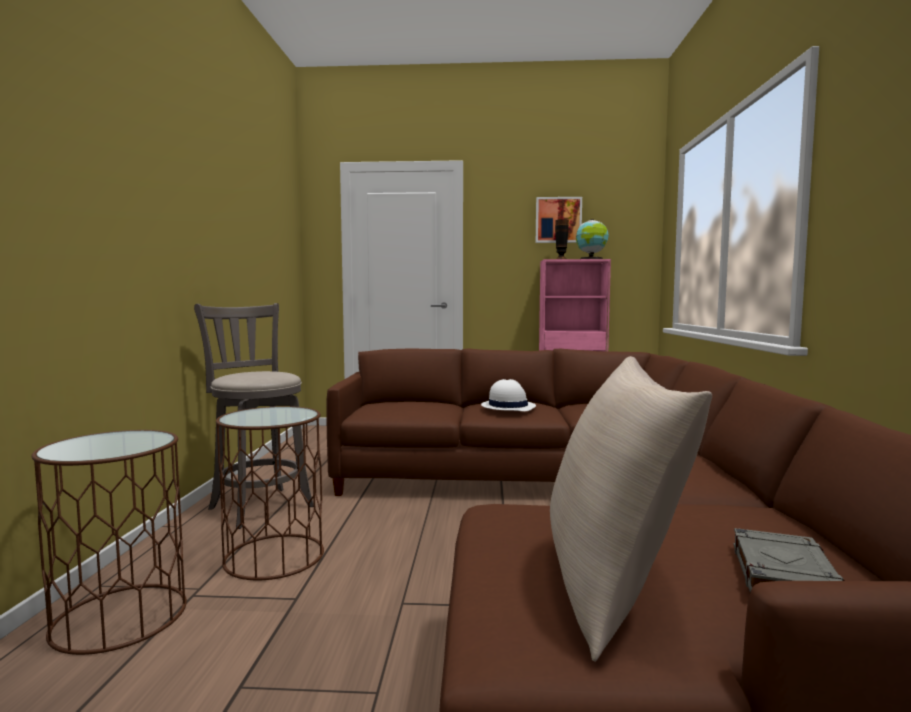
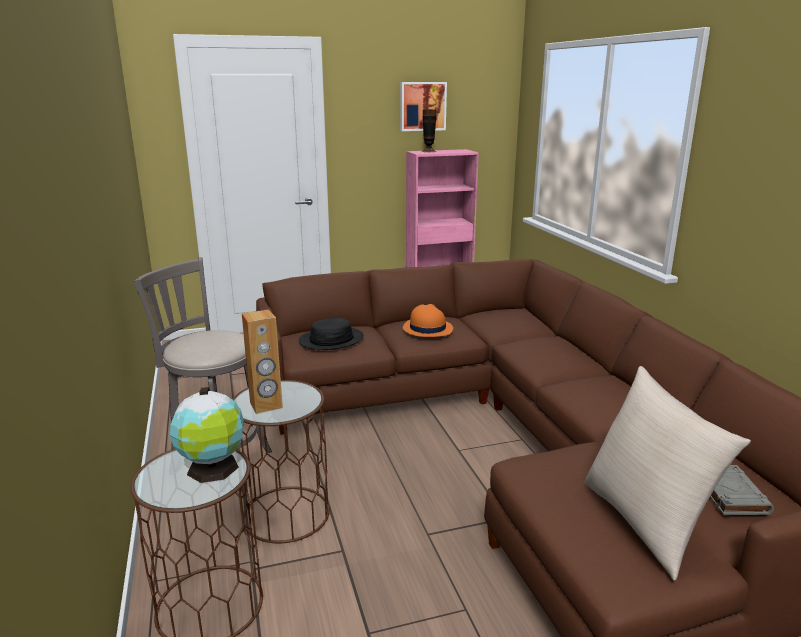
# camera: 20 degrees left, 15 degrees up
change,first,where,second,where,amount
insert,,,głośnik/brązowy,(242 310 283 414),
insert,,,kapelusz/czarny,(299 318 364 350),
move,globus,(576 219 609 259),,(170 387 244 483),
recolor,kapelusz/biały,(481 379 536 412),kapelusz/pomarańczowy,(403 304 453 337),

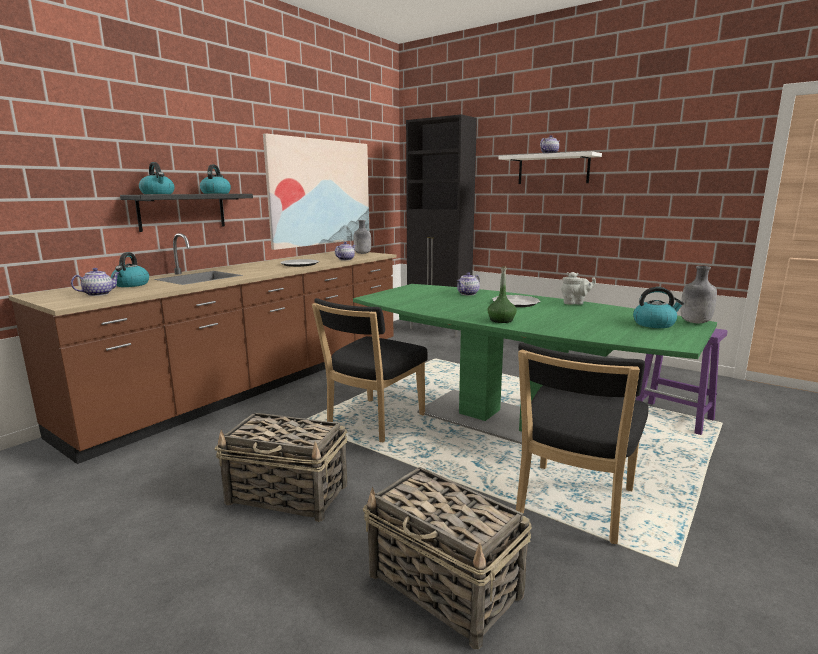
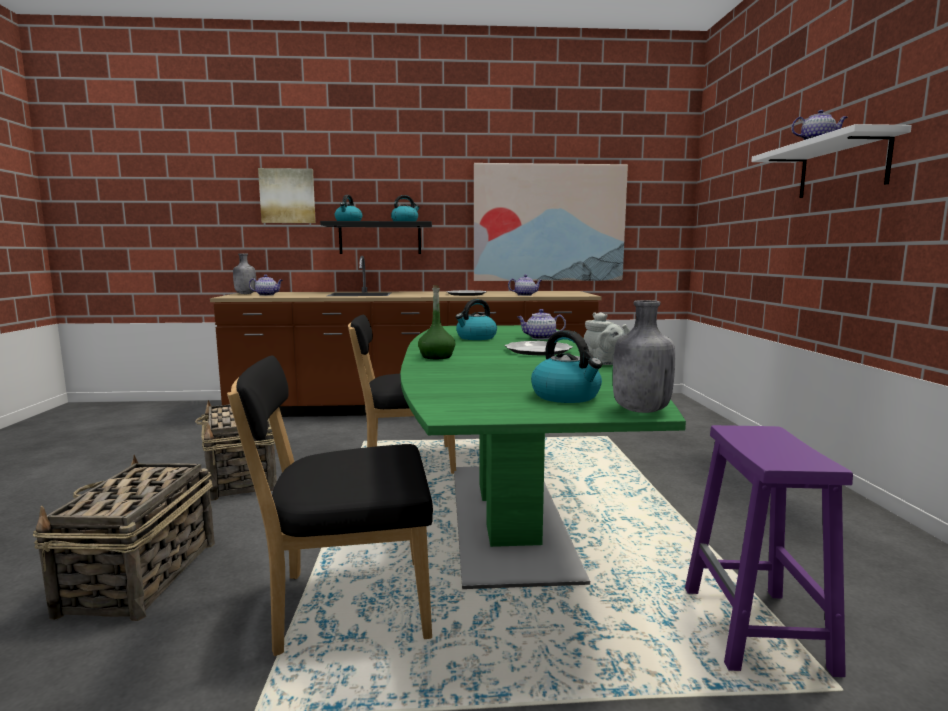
# camera: 50 degrees right, 5 degrees down
change,first,where,second,where,amount
delete,szafka/czarny,(406 114 477 337),,,
insert,,,obraz,(258 168 316 223),
move,czajnik,(111 252 149 287),,(456 299 497 340),
move,butelka/szary,(354 220 371 254),,(233 253 256 294),

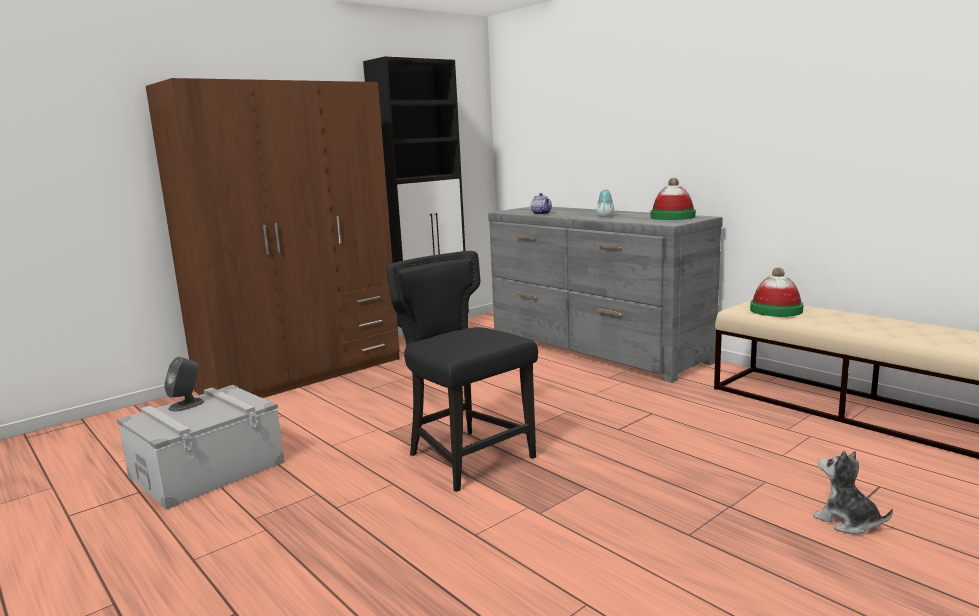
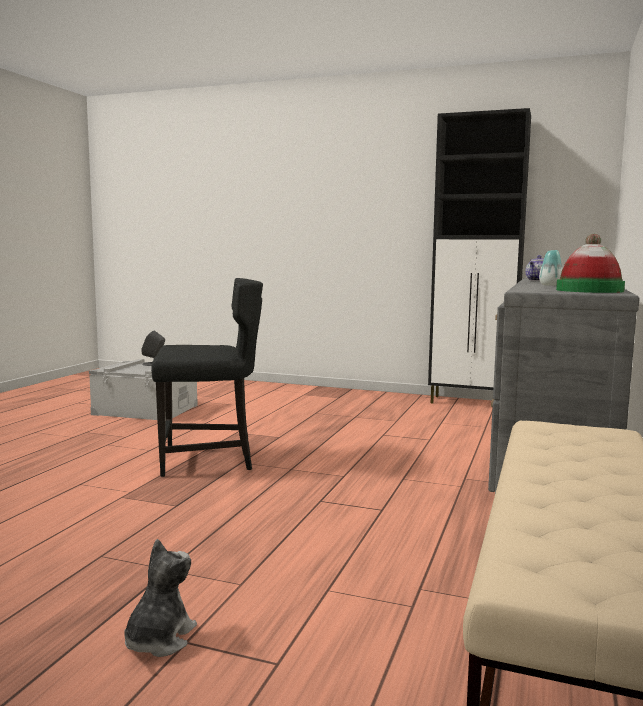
# camera: 60 degrees right, 5 degrees down
change,first,where,second,where,amount
delete,szafa/brązowy,(146 78 400 398),,,
delete,kapelusz,(750 267 804 317),,,
rotate,krzesło/czarny,(386 251 538 492),,(151 278 263 477),60 degrees clockwise

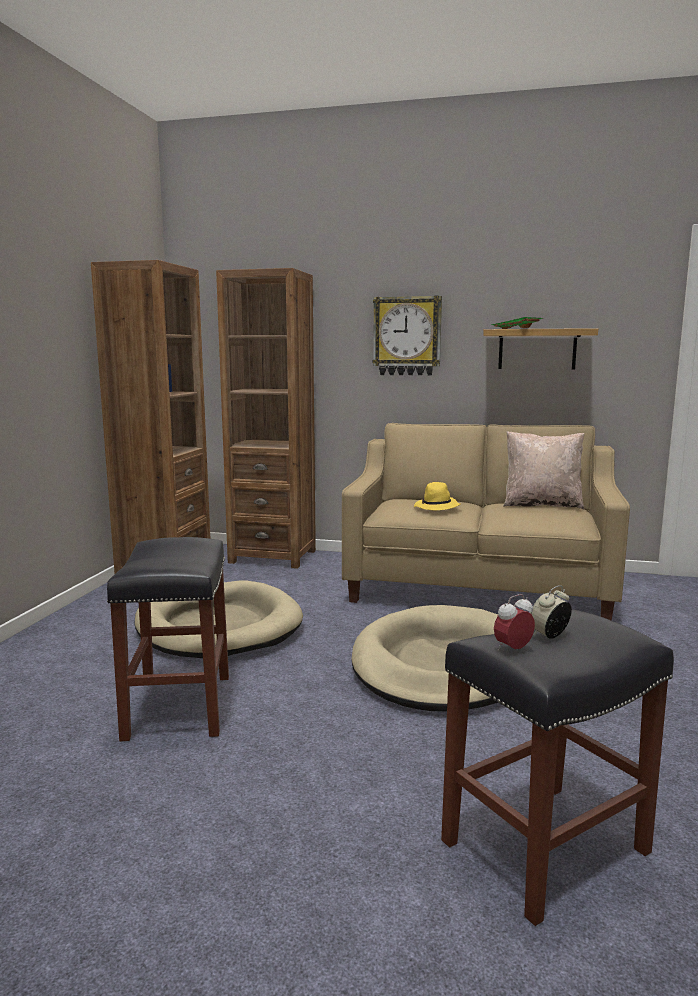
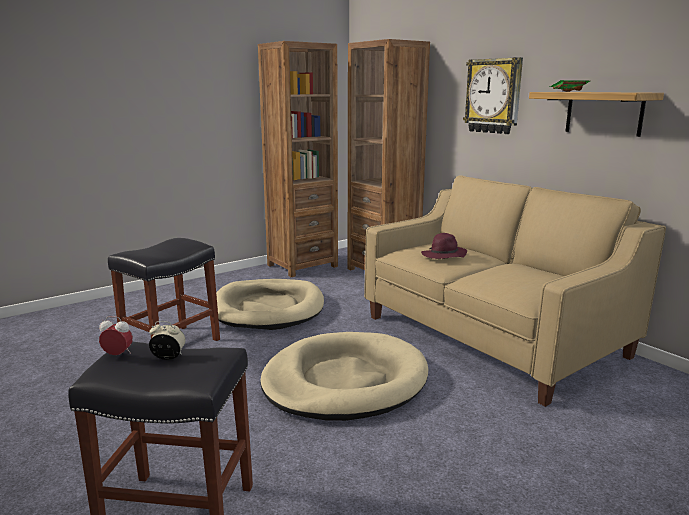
# camera: 40 degrees right, 5 degrees up
change,first,where,second,where,amount
delete,poduszka/beżowy,(503 431 584 509),,,
recolor,kapelusz/żółty,(414 482 460 510),kapelusz/fioletowy,(421 233 467 259),

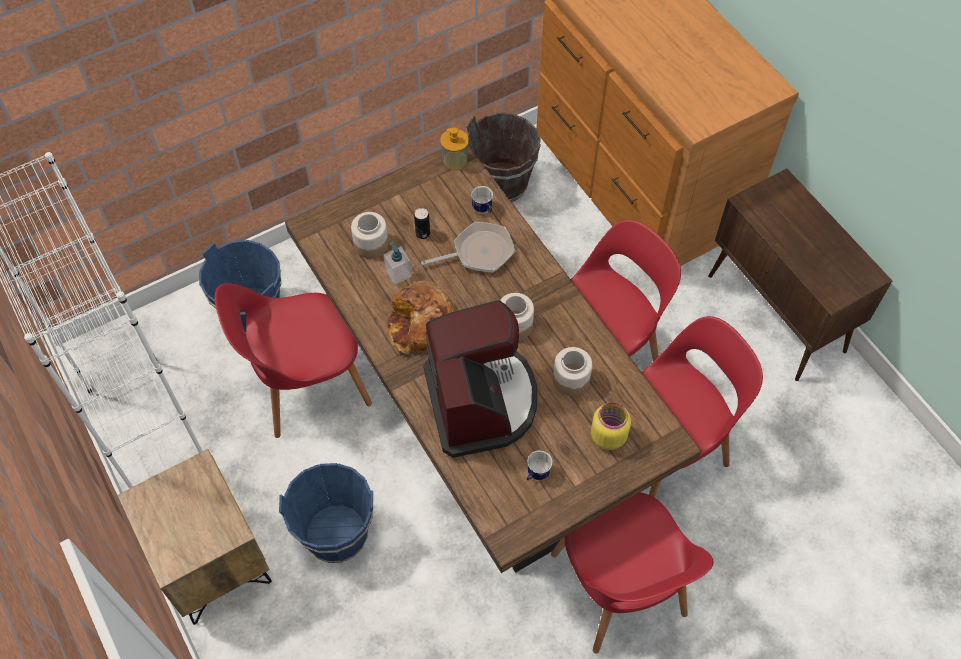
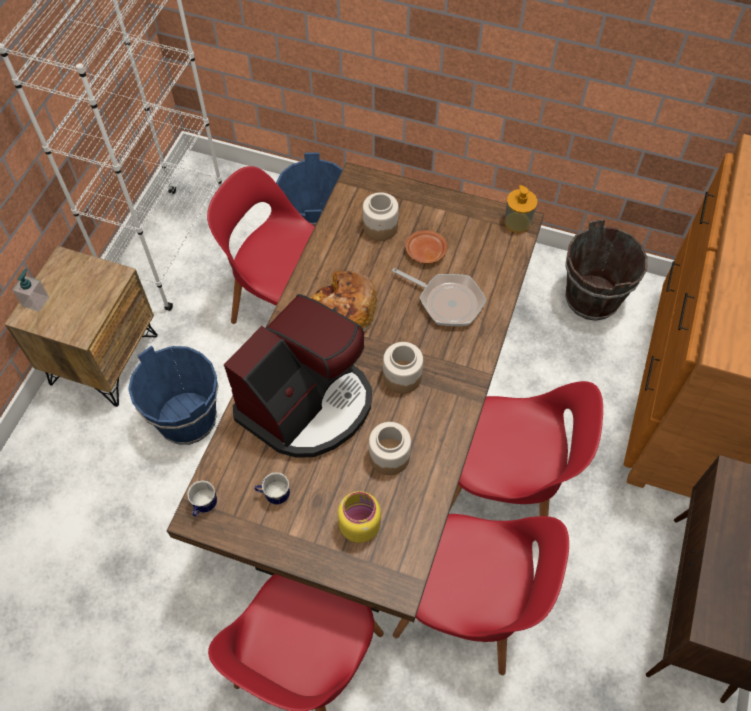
# camera: 50 degrees right, 0 degrees up
change,first,where,second,where,amount
move,dozownik mydła,(383 241 412 285),,(12 269 49 312),
move,kubek,(471 186 493 213),,(187 480 217 517),
replace,puszka,(414 208 430 239),talerz/brązowy,(405 230 447 264),

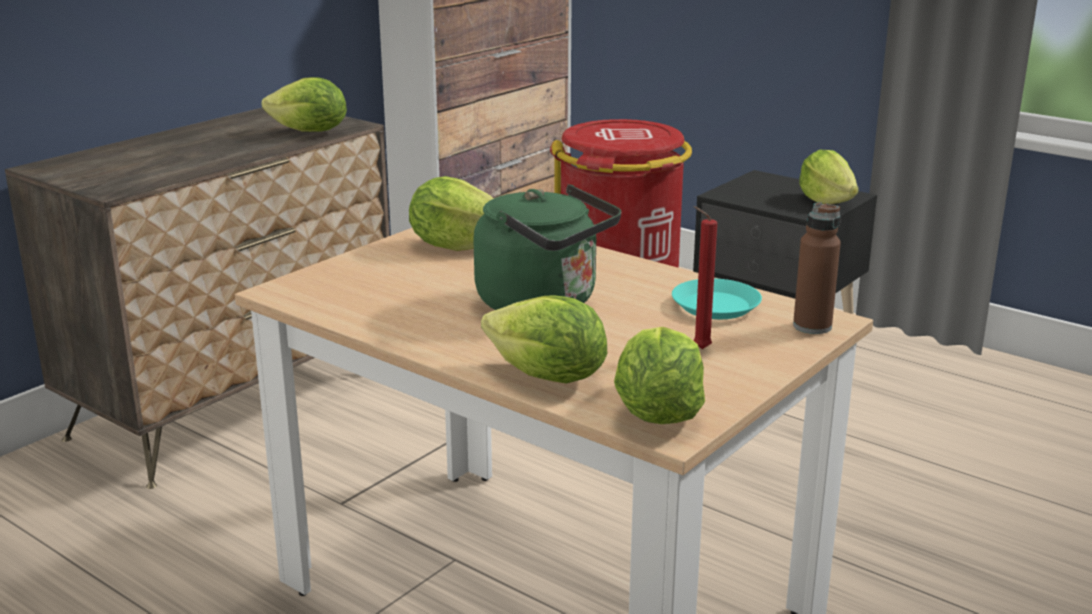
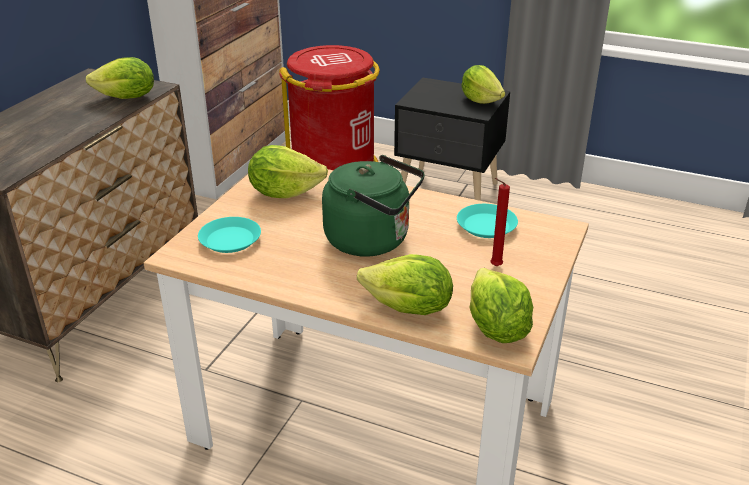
# camera: 15 degrees left, 10 degrees up
change,first,where,second,where,amount
delete,butelka/brązowy,(793 202 841 334),,,
insert,,,talerz/turkusowy,(198 217 261 253),

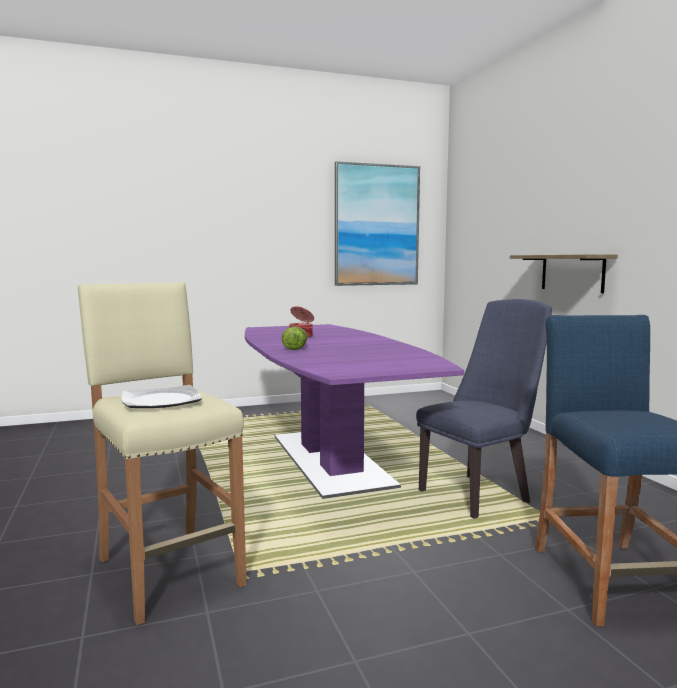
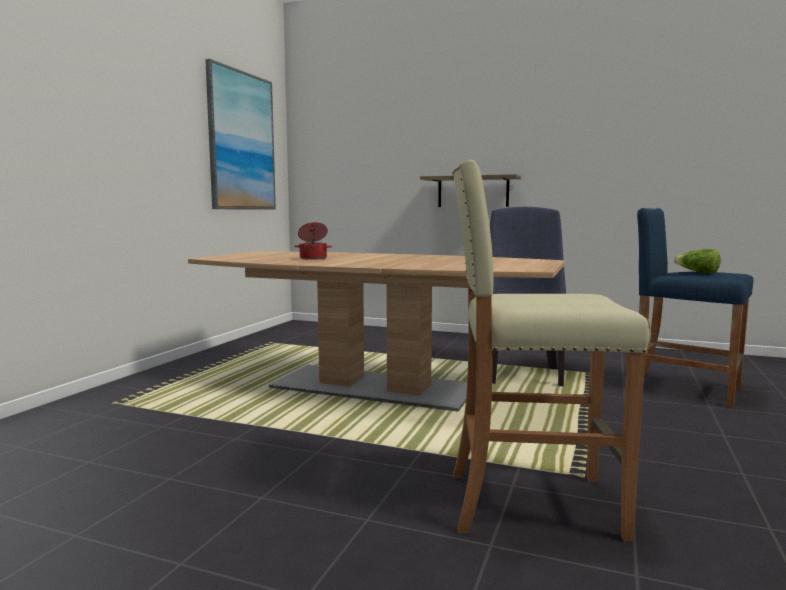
# camera: 50 degrees left, 0 degrees up
change,first,where,second,where,amount
delete,talerz,(121 385 202 408),,,
move,sałata,(282 326 308 350),,(674 249 721 274),
recolor,stół jadalny/fioletowy,(245 324 464 499),stół jadalny/brązowy,(188 251 565 412),

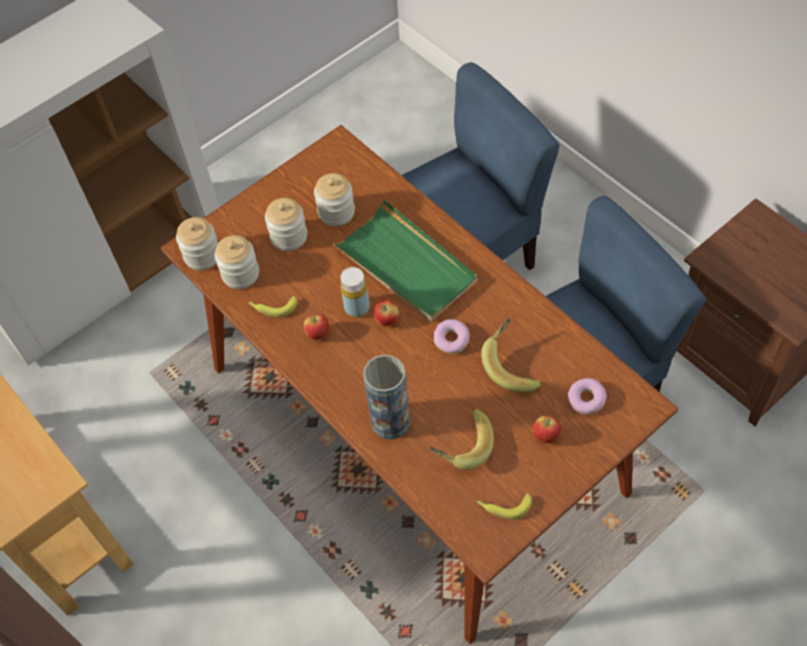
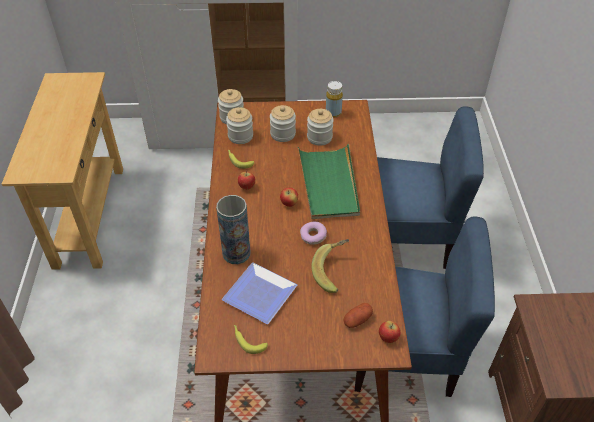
# camera: 35 degrees right, 10 degrees down
change,first,where,second,where,amount
move,butelka/żółty,(341 267 370 318),,(326 81 343 118),
move,jabłko,(533 415 561 443),,(379 321 401 343),
replace,banan,(429 409 494 470),talerz,(222 263 297 324),
replace,donut,(568 378 606 415),ziemniak,(343 303 373 328),

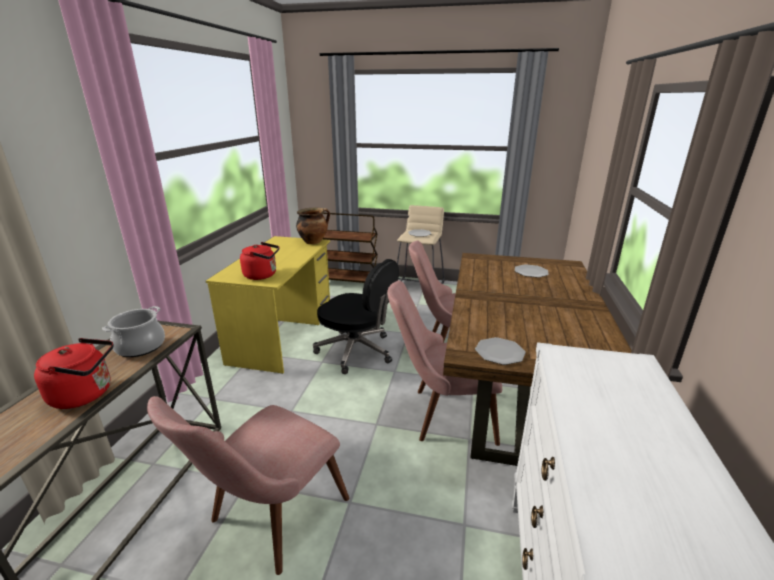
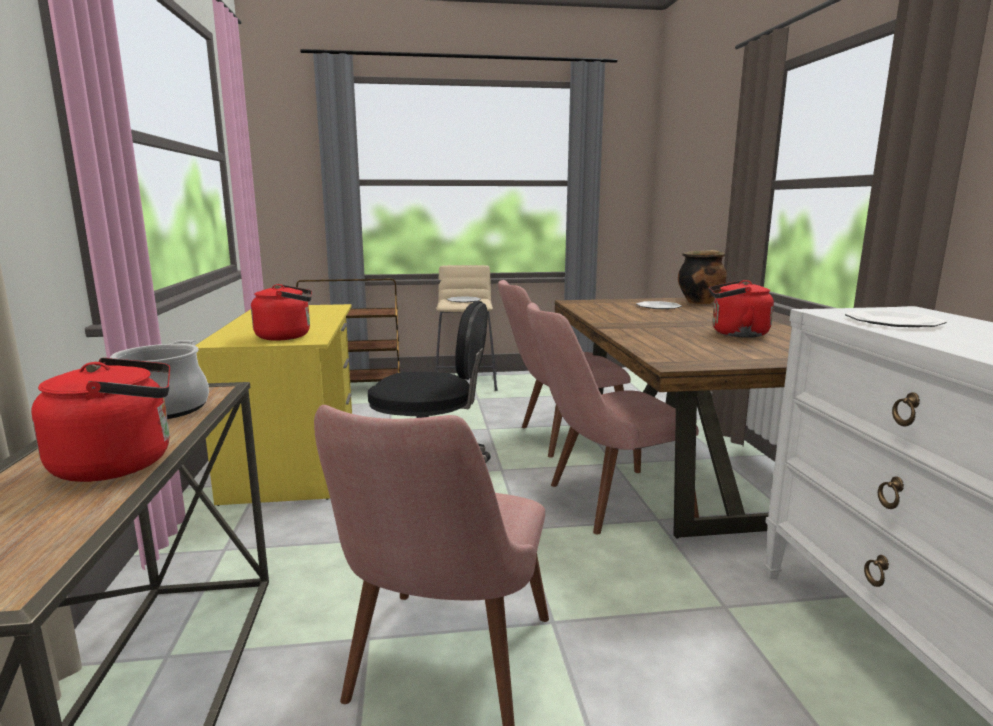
# camera: 20 degrees left, 10 degrees down
change,first,where,second,where,amount
insert,,,czajnik/czerwony,(709 280 774 338),
move,garnek,(296 208 330 244),,(678 250 727 304),
move,talerz,(475 337 526 365),,(845 310 947 327),

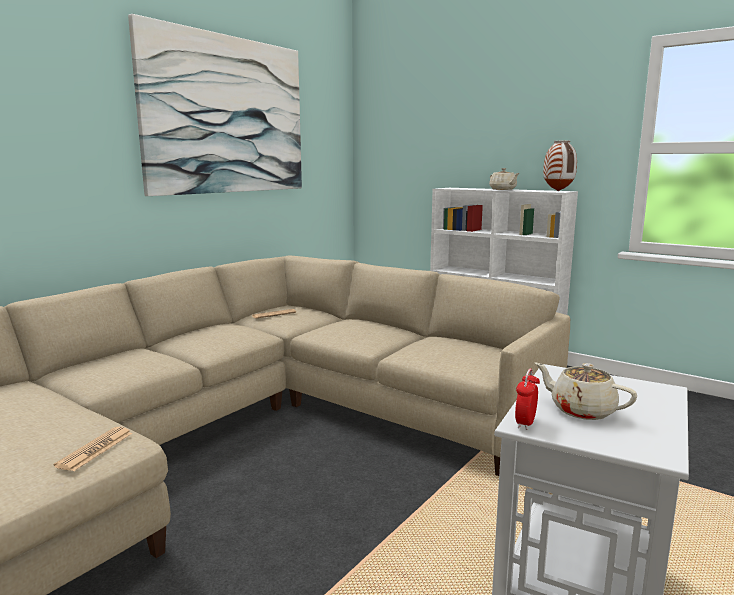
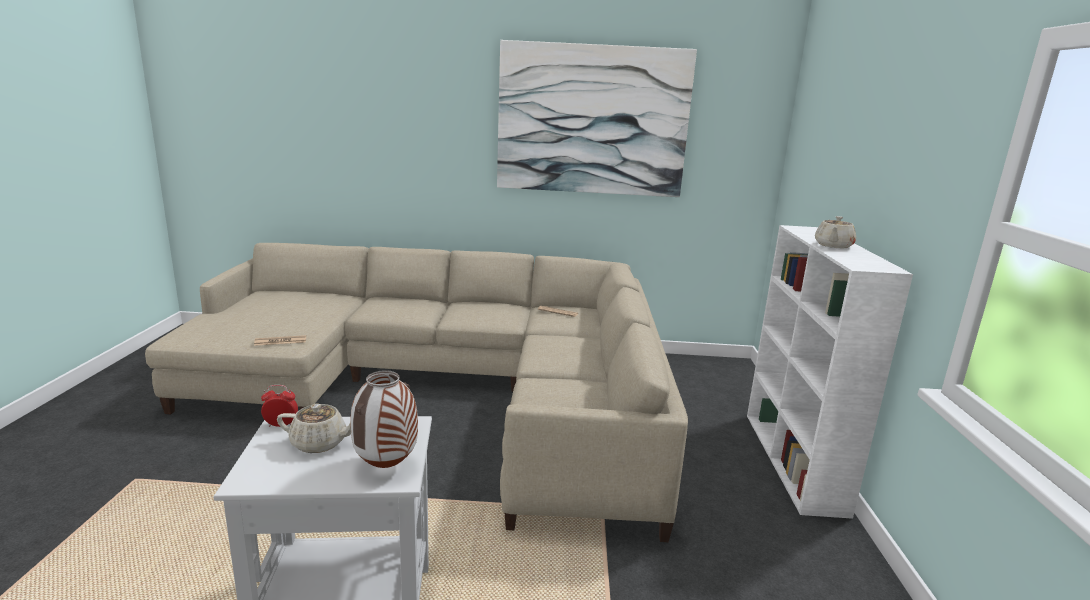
# camera: 55 degrees right, 5 degrees up
change,first,where,second,where,amount
move,wazon,(543 140 577 191),,(351 370 418 468),
rotate,imbryk/beżowy,(535 363 637 420),,(277 404 351 453),90 degrees clockwise

